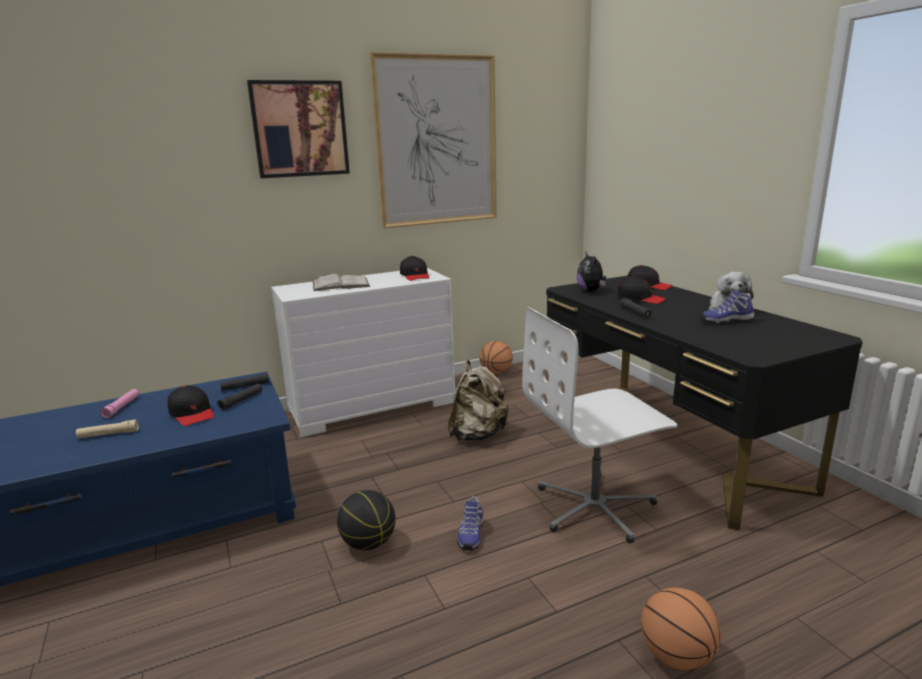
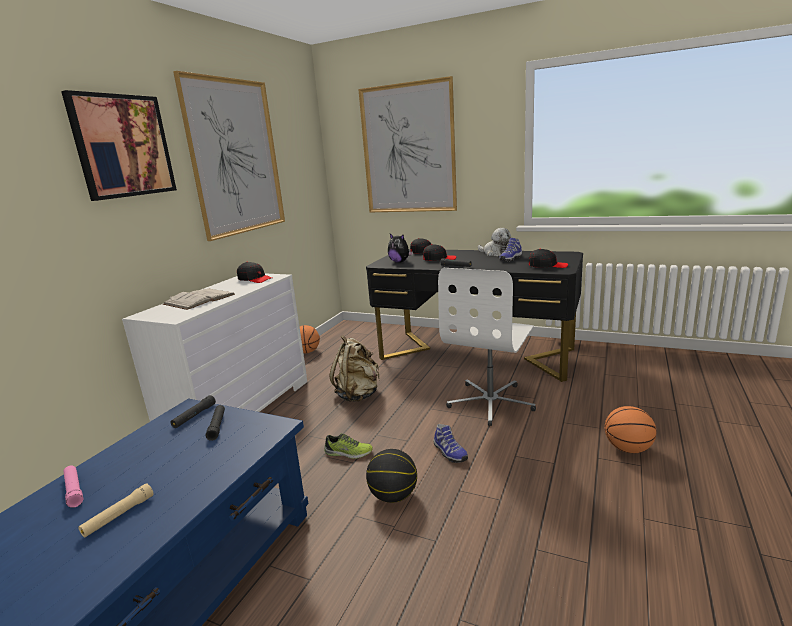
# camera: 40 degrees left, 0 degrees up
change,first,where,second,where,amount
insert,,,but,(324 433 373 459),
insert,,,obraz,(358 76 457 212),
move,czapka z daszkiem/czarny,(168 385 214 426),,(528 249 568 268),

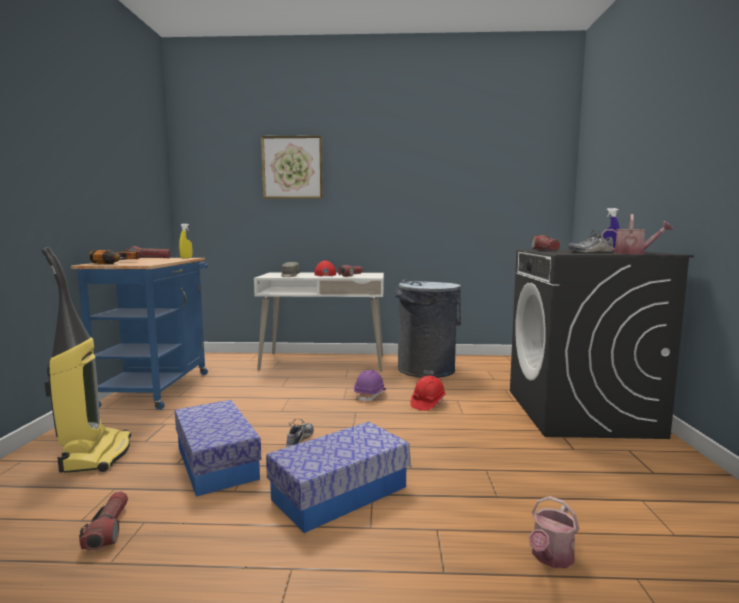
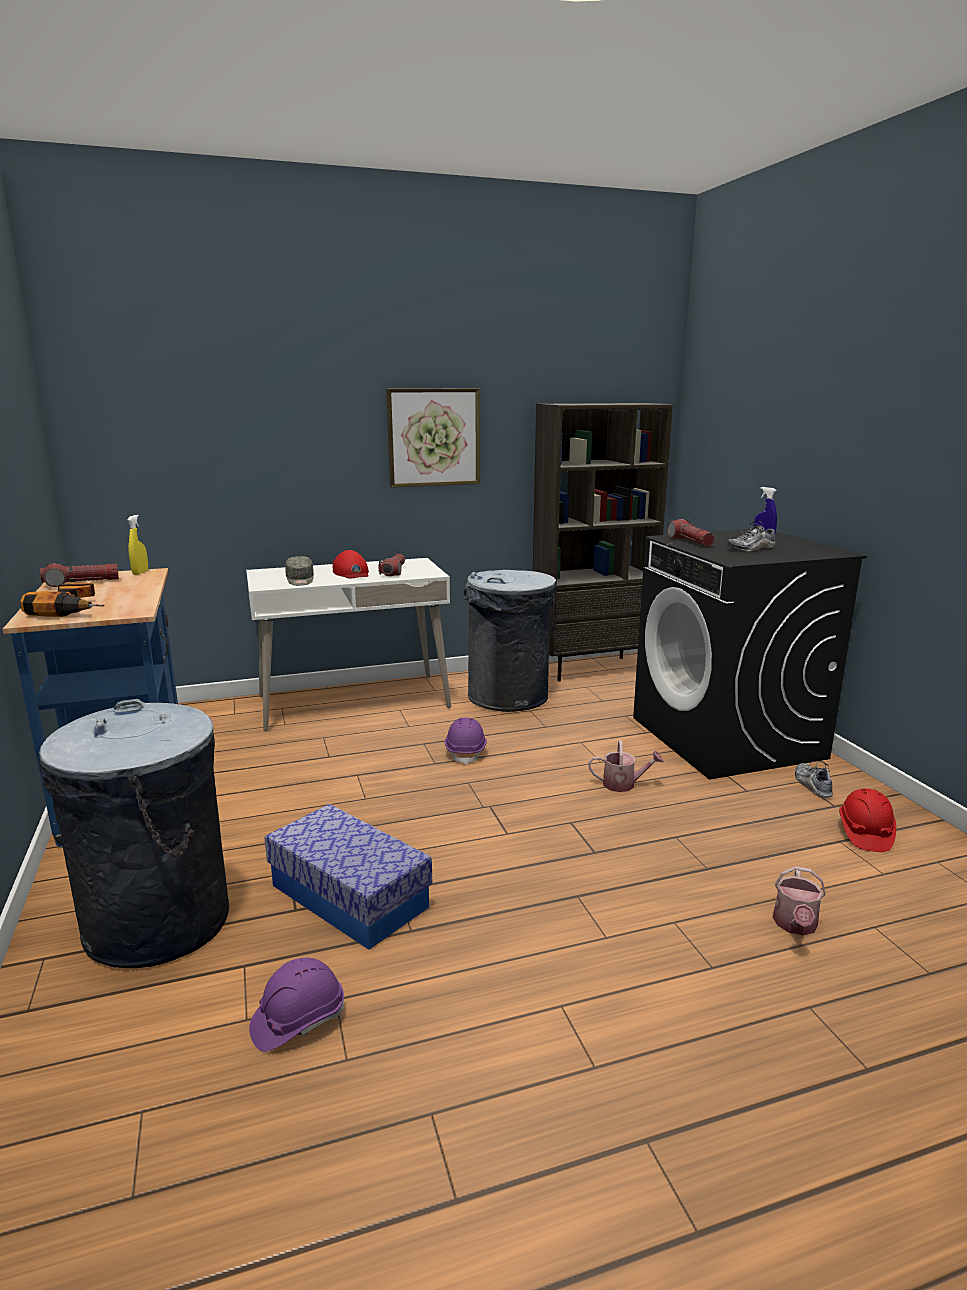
# camera: 20 degrees left, 10 degrees up
change,first,where,second,where,amount
delete,pojemnik do przechowywania,(266 422 410 533),,,
insert,,,regał/brązowy,(533 403 673 682),
move,obraz,(261 135 323 199),,(386 389 480 487),
move,but,(286 419 314 447),,(795 761 833 798),
move,kask/czerwony,(410 375 446 411),,(839 788 896 852),
move,konewka,(601 214 674 254),,(588 740 664 792),
replace,odkurzacz,(41 247 131 473),kosz na śmieci/szary,(39 699 229 968),
replace,latarka,(79 491 128 550),kask/fioletowy,(249 958 344 1052),

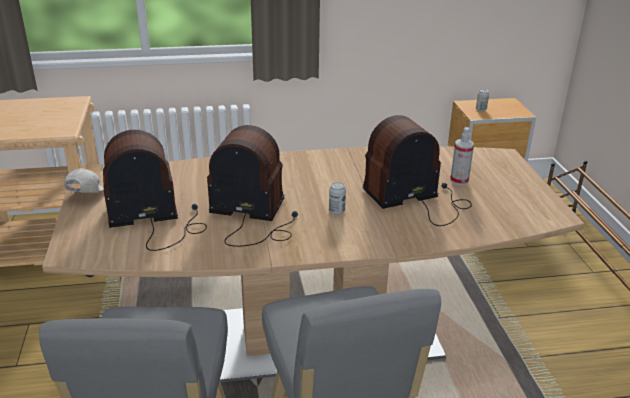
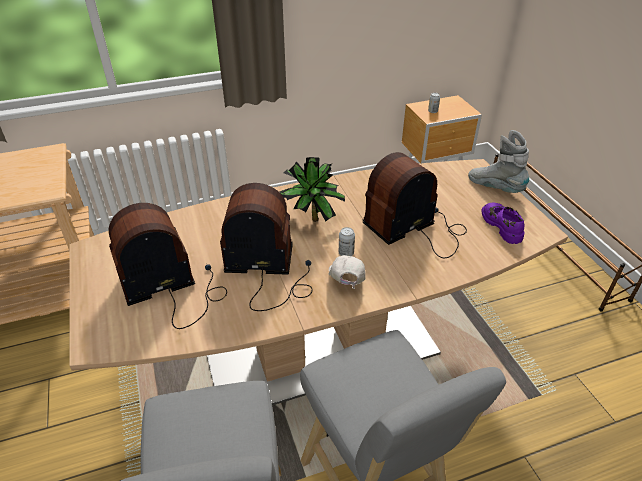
# camera: 10 degrees left, 10 degrees up
change,first,where,second,where,amount
delete,spryskiwacz,(450 127 474 185),,,
insert,,,roślina doniczkowa,(280 157 345 222),
insert,,,but z cholewką/szary,(468 130 529 193),
insert,,,but/fioletowy,(481 203 524 244),
move,czapka z daszkiem/biały,(64 168 104 193),,(328 255 366 289),

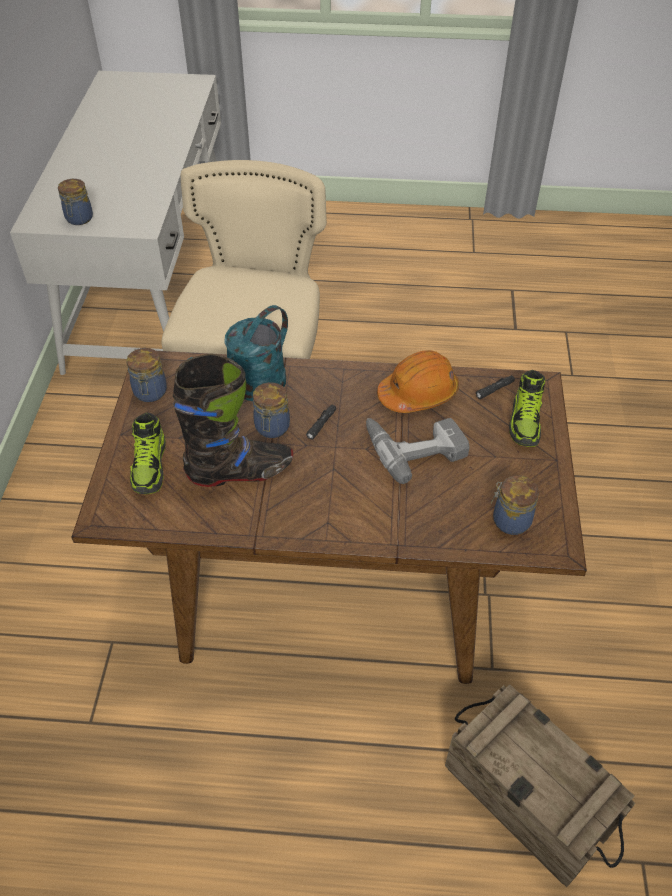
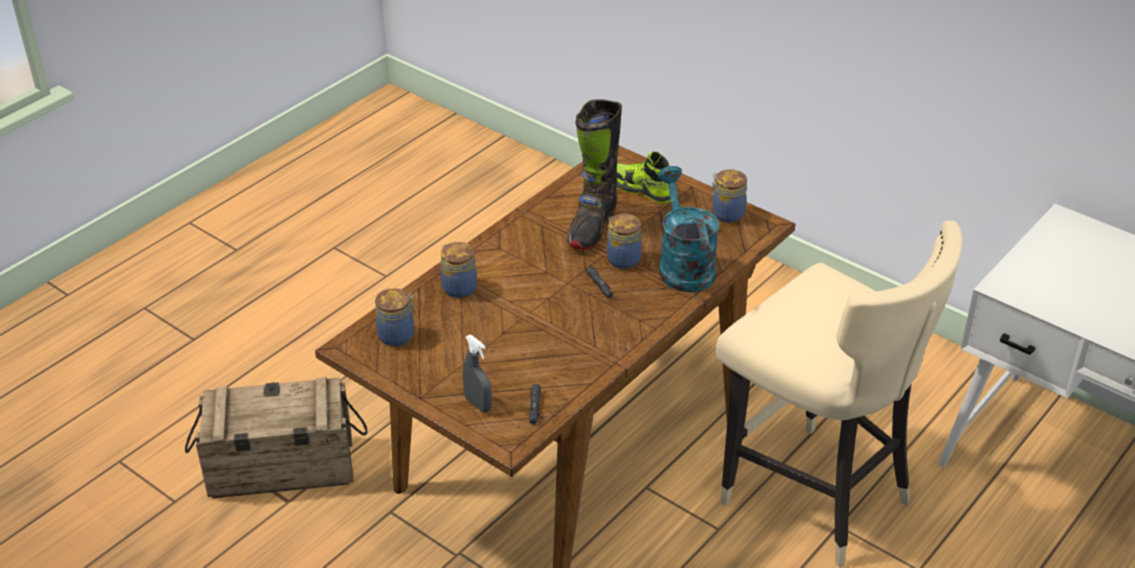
# camera: 125 degrees right, 10 degrees down
change,first,where,second,where,amount
delete,wiertarka,(366 418 470 484),,,
delete,kask/pomarańczowy,(377 350 459 413),,,
move,słoik,(58 179 93 225),,(441 242 477 298),
replace,but,(509 370 545 447),spryskiwacz/szary,(463 335 492 412),

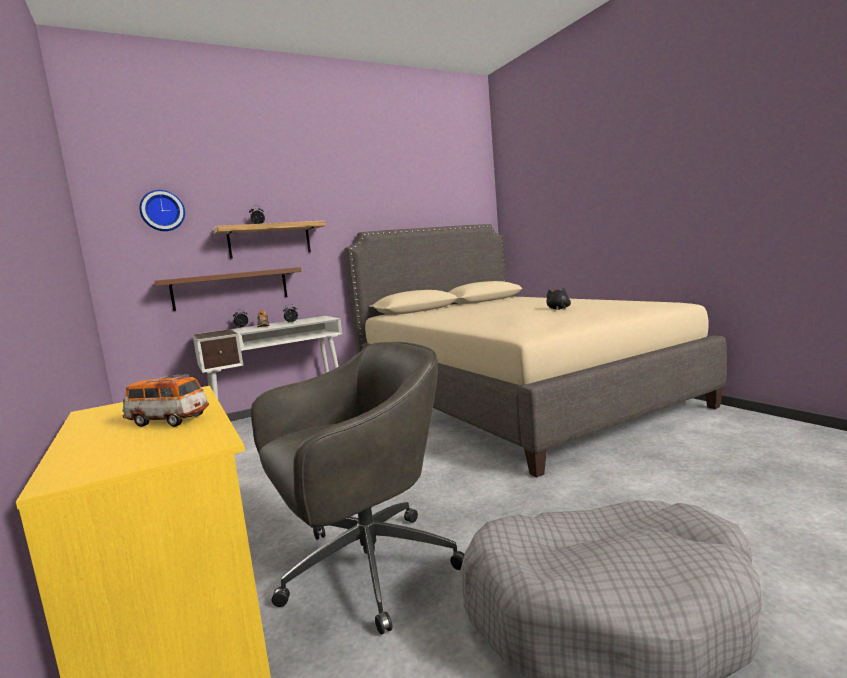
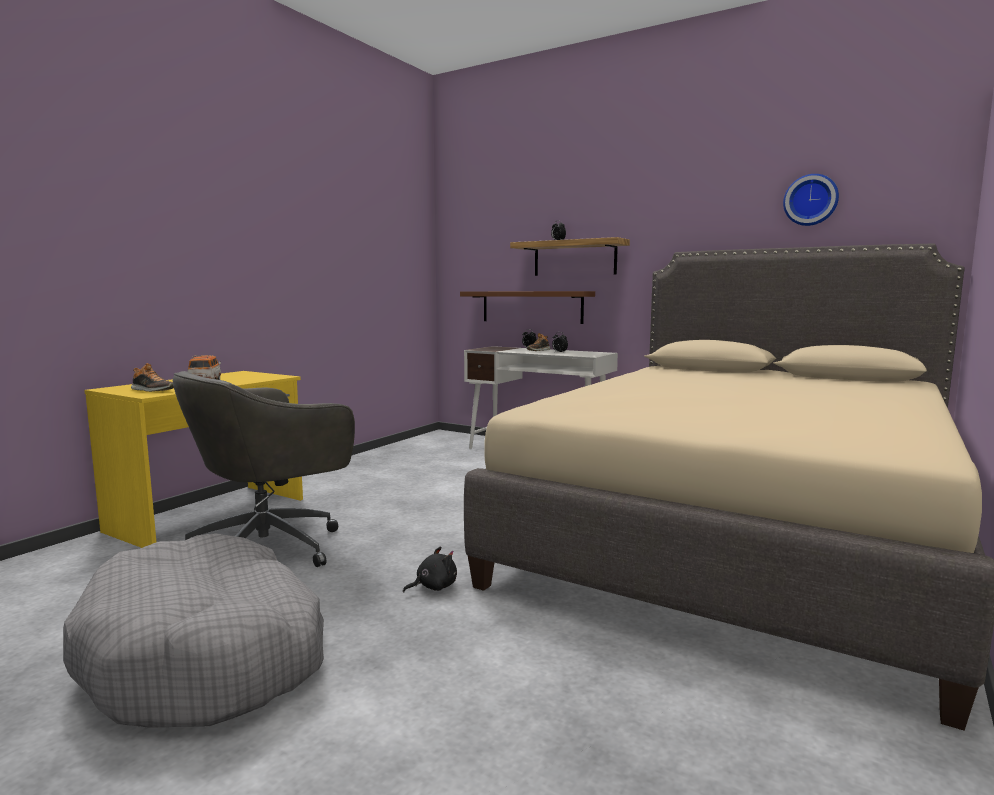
# camera: 60 degrees right, 0 degrees up
change,first,where,second,where,amount
insert,,,but,(131 363 174 392),
move,zegar ścienny,(139 190 185 231),,(783 174 839 226),
move,pluszak/czarny,(546 288 571 309),,(403 546 457 592),
rotate,krzesło biurowe/szary,(251 342 464 634),,(173 371 355 567),105 degrees clockwise

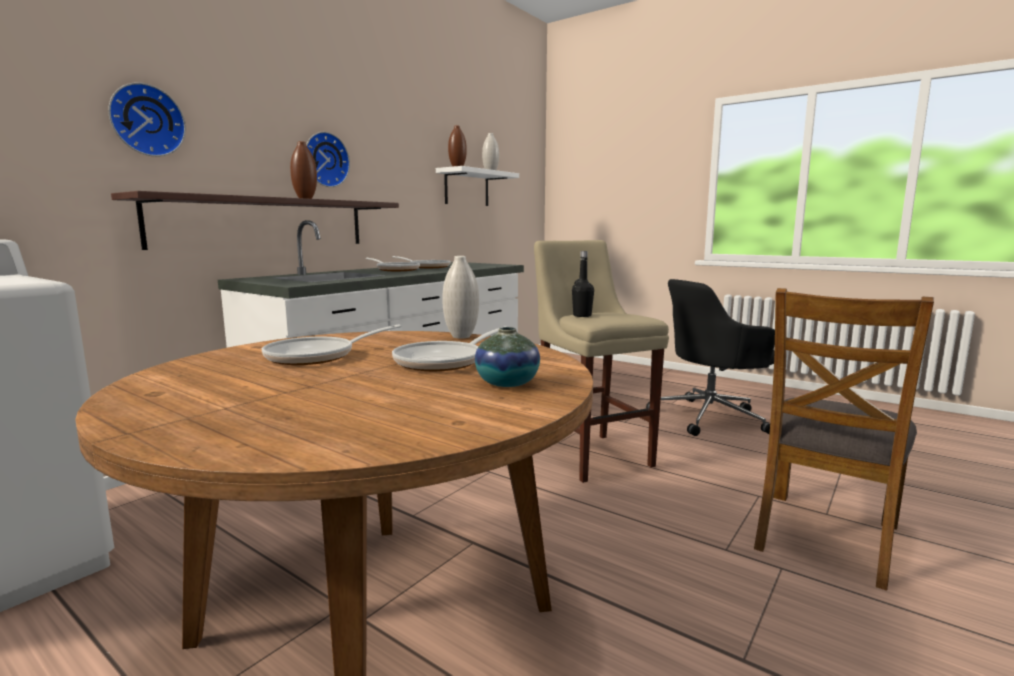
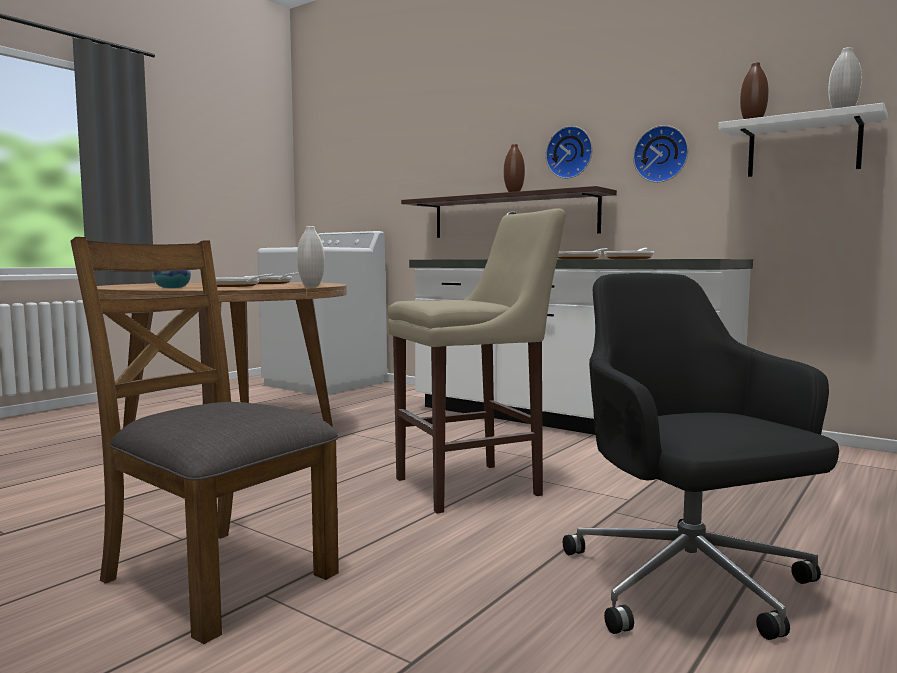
# camera: 90 degrees right, 5 degrees down
change,first,where,second,where,amount
delete,butelka/czarny,(572 251 594 317),,,
move,zegar ścienny,(108 82 186 157),,(633 125 688 183),

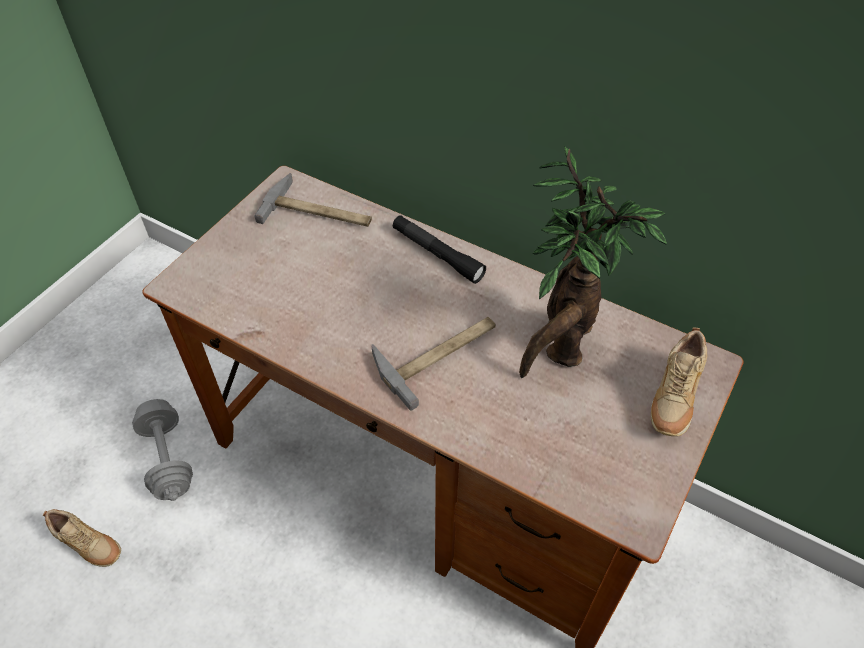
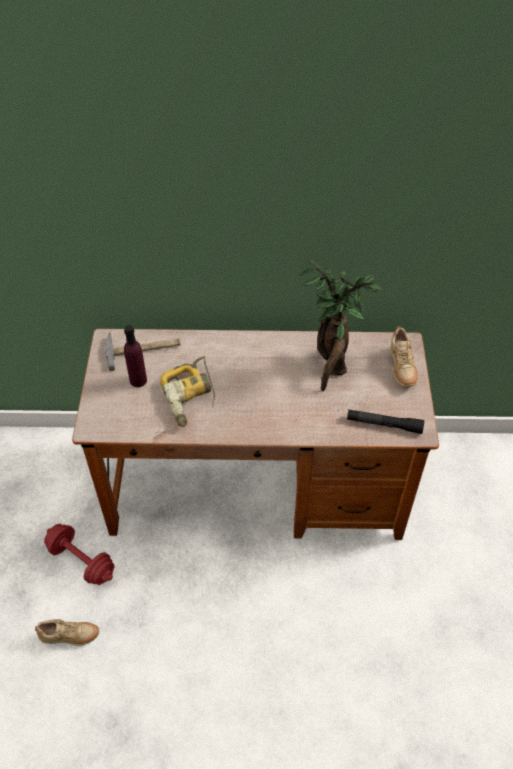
# camera: 30 degrees left, 0 degrees up
change,first,where,second,where,amount
delete,młotek,(372 317 496 410),,,
insert,,,butelka/fioletowy,(124 325 147 387),
insert,,,wiertarka,(160 356 215 427),
move,latarka/czarny,(393 215 486 284),,(347 410 424 434),
recolor,hantel/szary,(132 399 193 501),hantel/czerwony,(44 524 114 585),

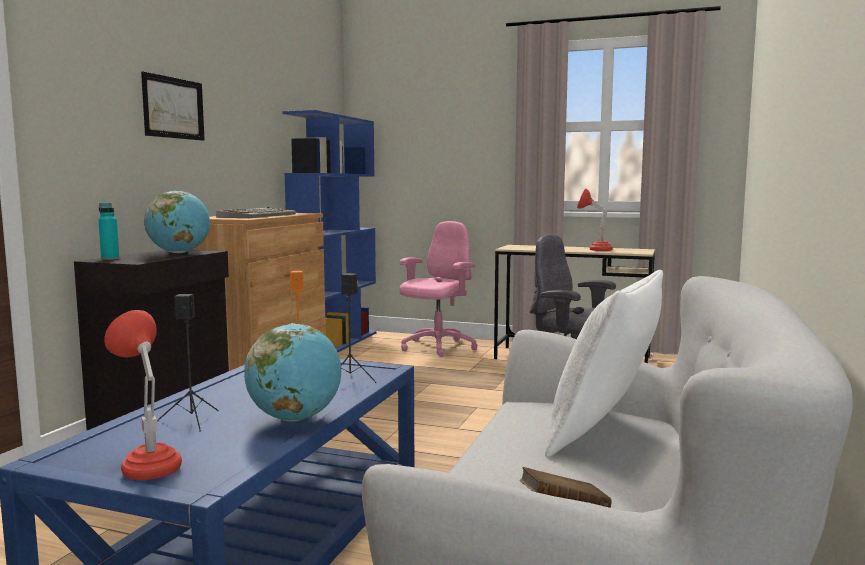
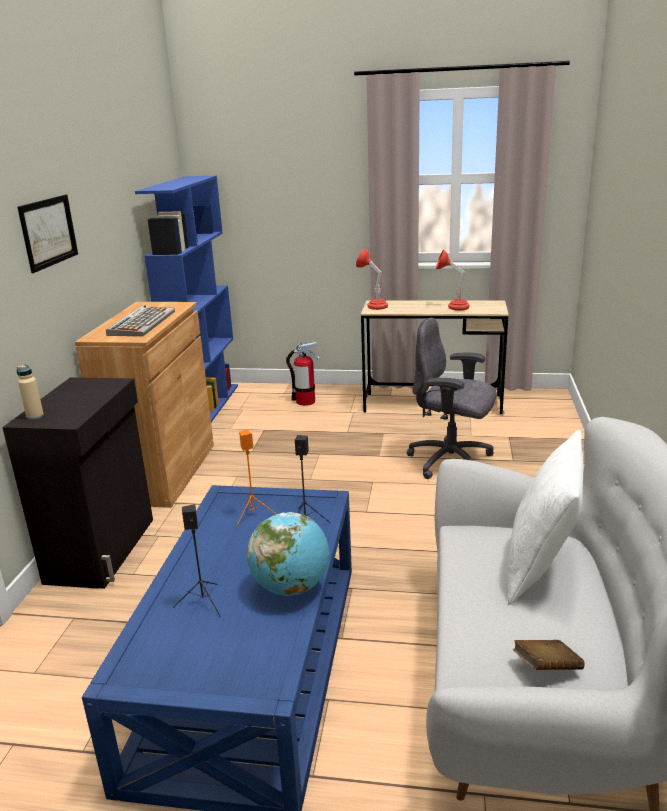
# camera: 10 degrees left, 15 degrees up
change,first,where,second,where,amount
delete,globus,(144 191 210 253),,,
move,lampa stołowa/czerwony,(104 310 182 480),,(356 249 388 310),
replace,krzesło biurowe/różowy,(399 221 478 357),gaśnica,(286 342 320 406),
recolor,butelka/turkusowy,(99 203 119 260),butelka/beżowy,(16 364 44 420),

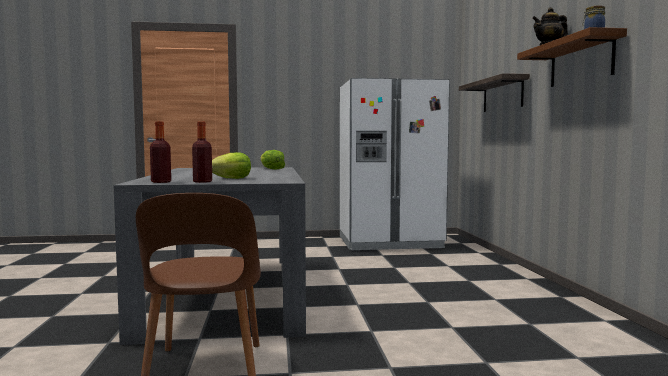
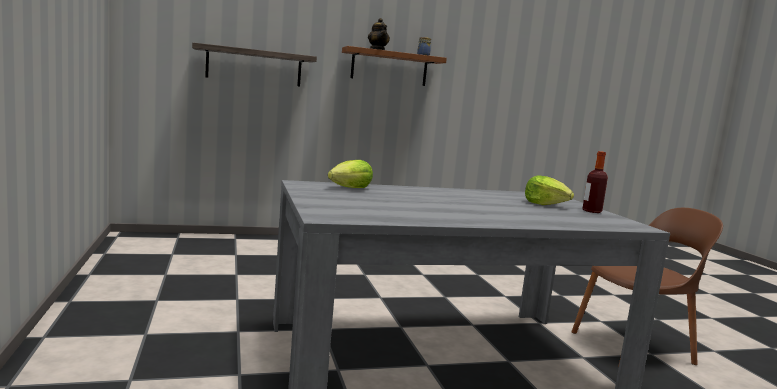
# camera: 100 degrees left, 5 degrees up
change,first,where,second,where,amount
delete,butelka,(150 121 171 183),,,
delete,lodówka/biały,(340 78 450 250),,,

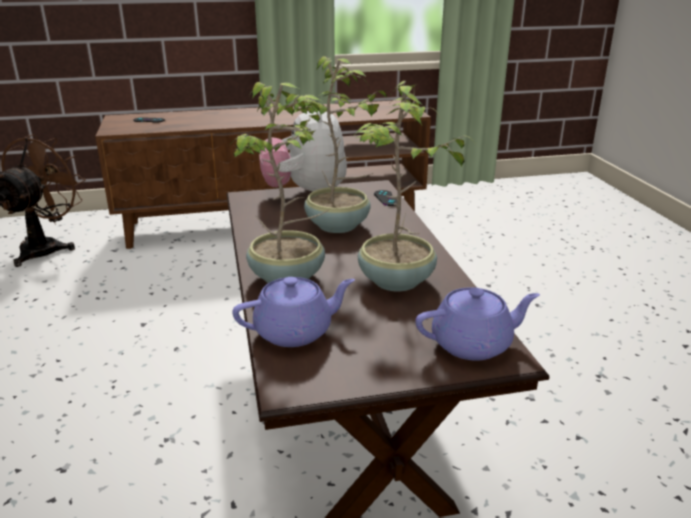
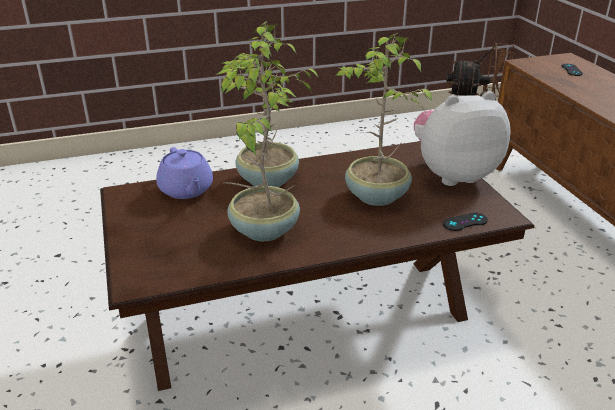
# camera: 85 degrees right, 5 degrees up
change,first,where,second,where,amount
delete,imbryk/fioletowy,(415 288 540 361),,,

